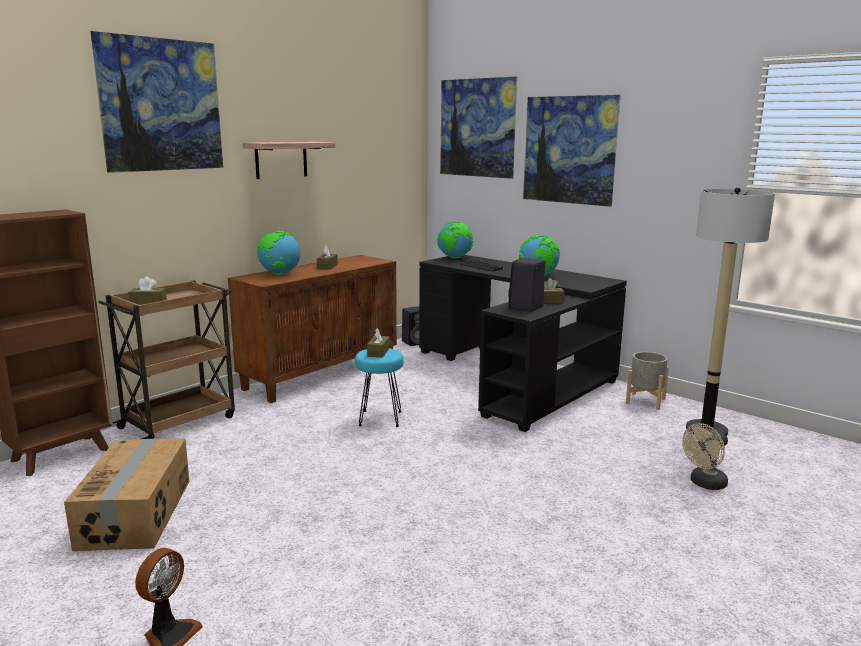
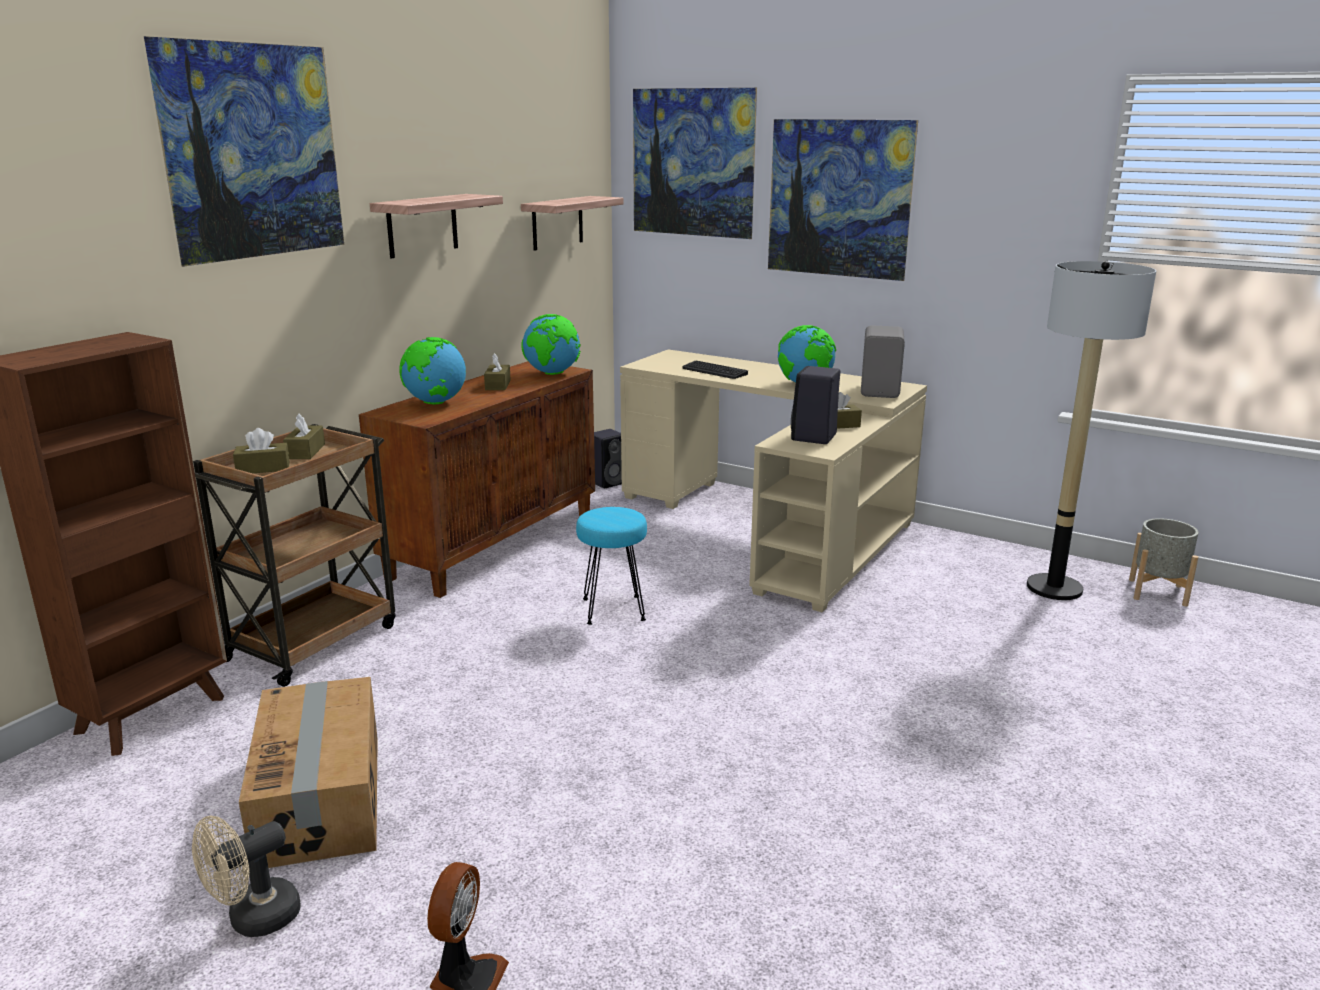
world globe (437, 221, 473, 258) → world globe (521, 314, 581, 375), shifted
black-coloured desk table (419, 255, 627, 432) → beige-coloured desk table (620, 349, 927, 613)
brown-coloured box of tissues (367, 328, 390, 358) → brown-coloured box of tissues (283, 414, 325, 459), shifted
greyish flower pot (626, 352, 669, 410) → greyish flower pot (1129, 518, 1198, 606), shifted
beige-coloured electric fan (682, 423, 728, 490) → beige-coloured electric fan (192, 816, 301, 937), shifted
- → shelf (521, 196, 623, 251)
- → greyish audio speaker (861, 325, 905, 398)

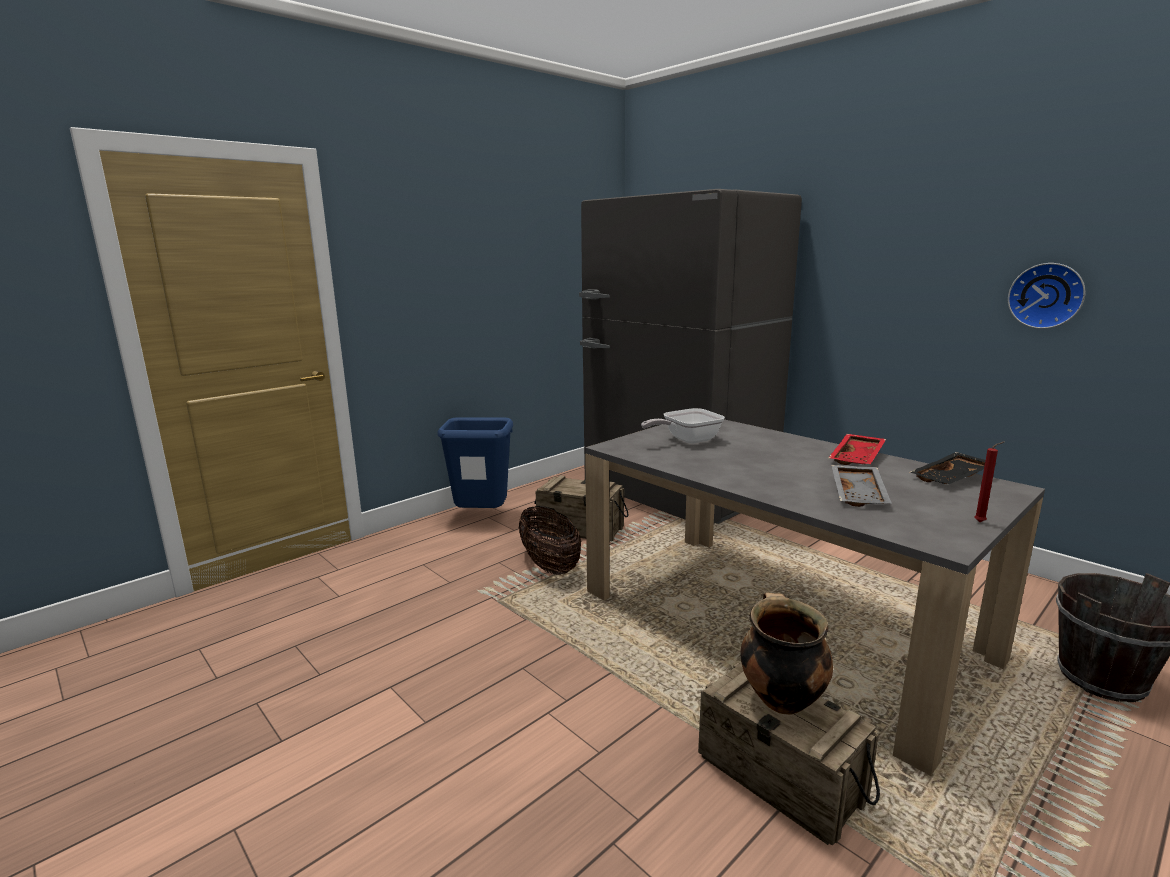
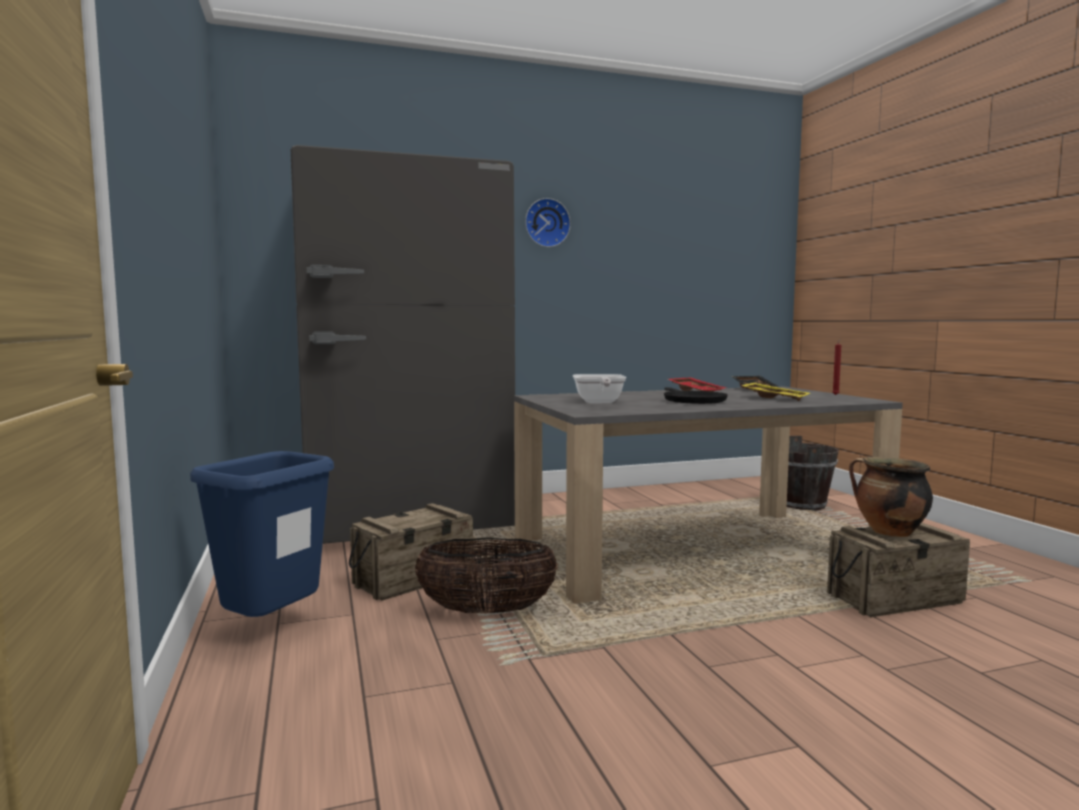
clock on the wall (1008, 263, 1085, 329) → clock on the wall (525, 198, 571, 247), shifted
greyish serving tray (831, 465, 892, 507) → yellow-coloured serving tray (741, 383, 810, 401)
- → black-coloured frying pan (664, 387, 728, 404)

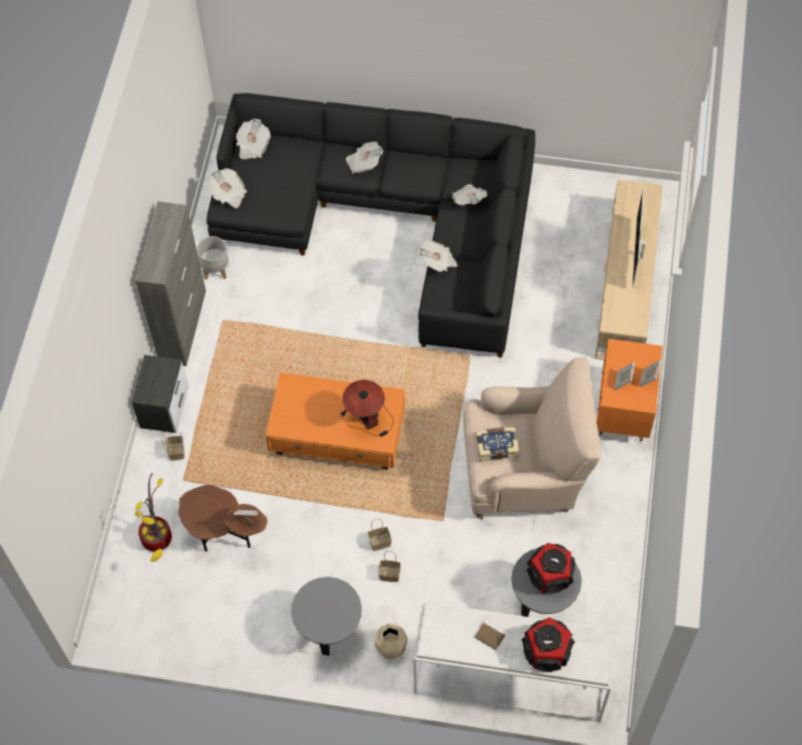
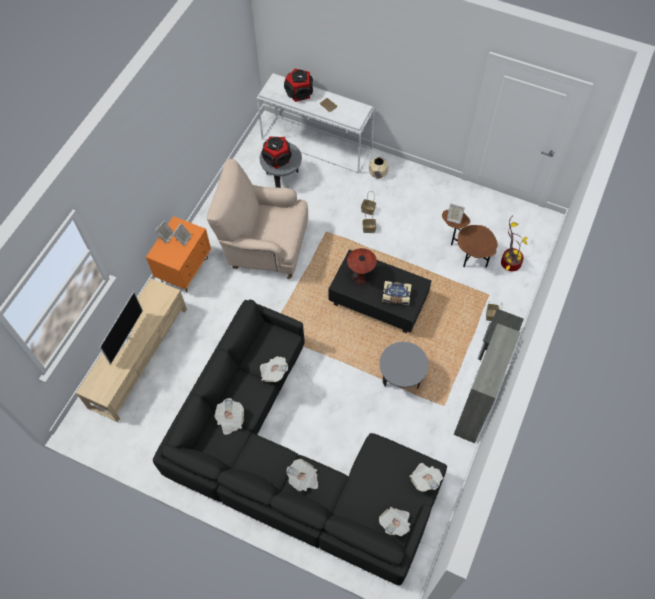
greyish flower pot (197, 236, 228, 280) → -
orange-coloured coffee table (265, 372, 405, 470) → black-coloured coffee table (328, 250, 431, 333)
volume (476, 427, 519, 461) → volume (382, 281, 412, 305), shifted
greyish side table (291, 577, 362, 656) → greyish side table (379, 342, 429, 389), shifted

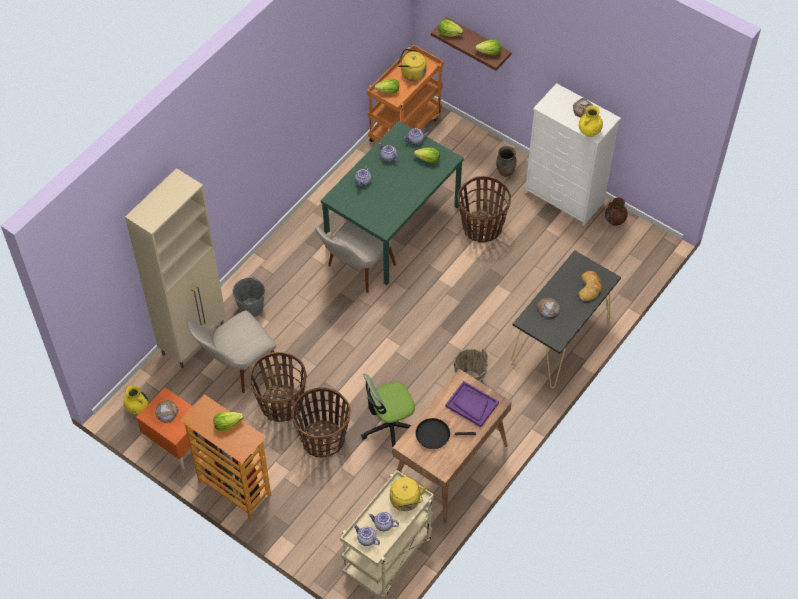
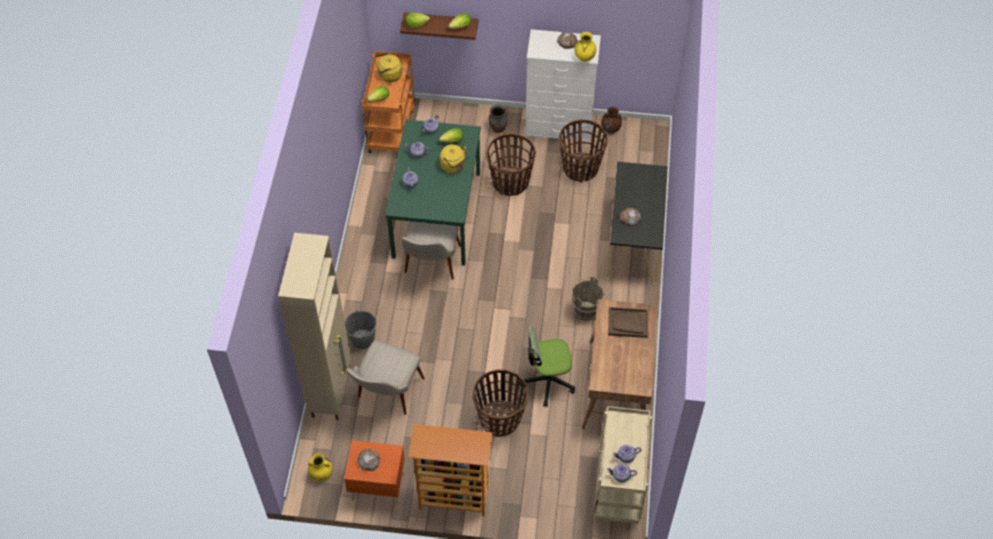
bakery bread (578, 271, 602, 301) → -
basket (249, 352, 307, 422) → basket (559, 120, 608, 183), shifted
office chair (361, 374, 415, 448) → office chair (519, 325, 575, 407), 45 degrees clockwise
purple-coloured serving tray (445, 381, 499, 427) → brown-coloured serving tray (608, 307, 648, 338)
lettuce head (213, 412, 244, 431) → -
black-coloured frying pan (415, 418, 476, 449) → -
yellow-coloured tea kettle (390, 477, 427, 511) → yellow-coloured tea kettle (440, 144, 470, 173), shifted

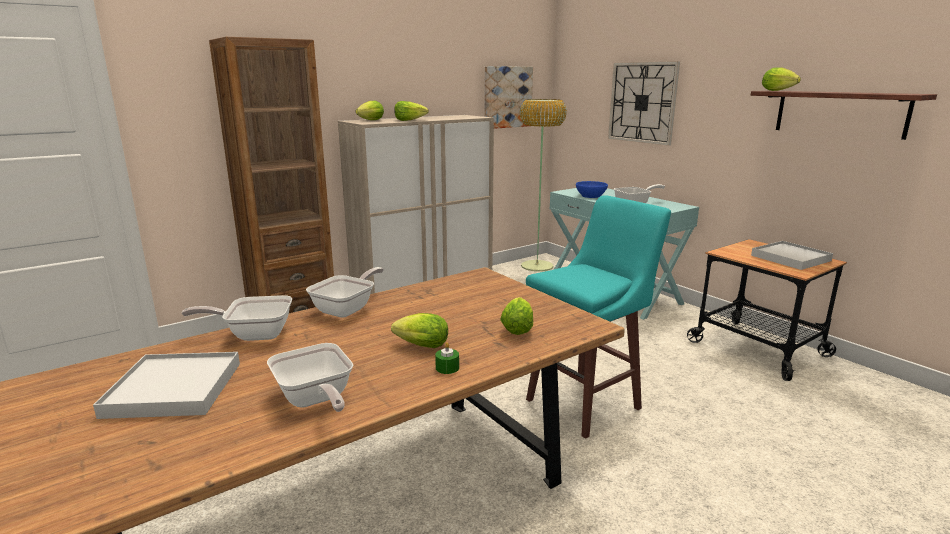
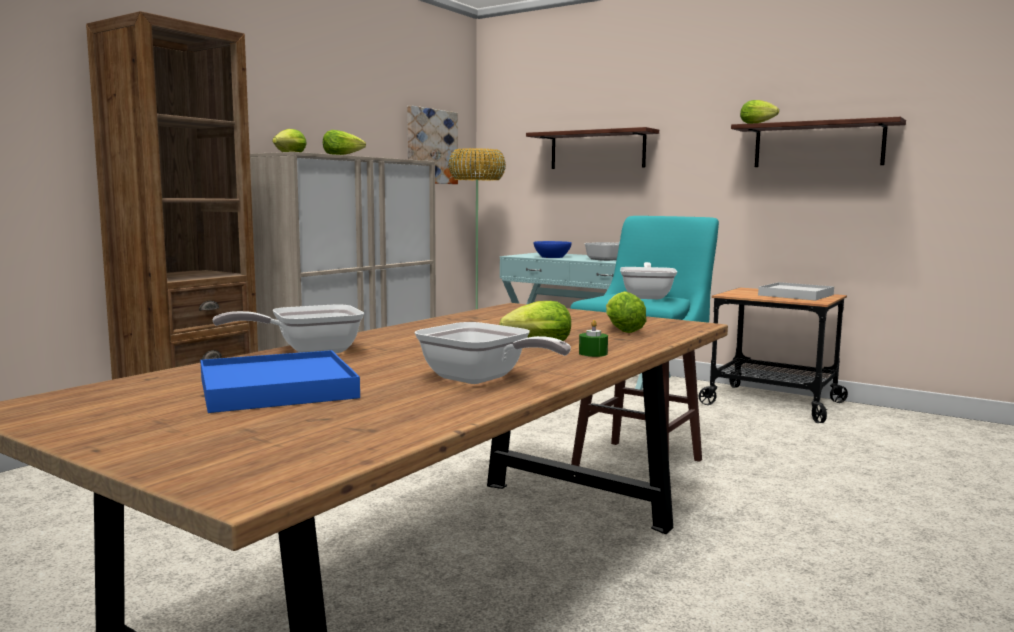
clock on the wall (608, 61, 680, 146) → shelf (526, 127, 659, 169)
frying pan (306, 267, 384, 318) → frying pan (620, 262, 677, 299), shifted
whitish serving tray (93, 352, 240, 419) → blue-coloured serving tray (200, 350, 360, 413)

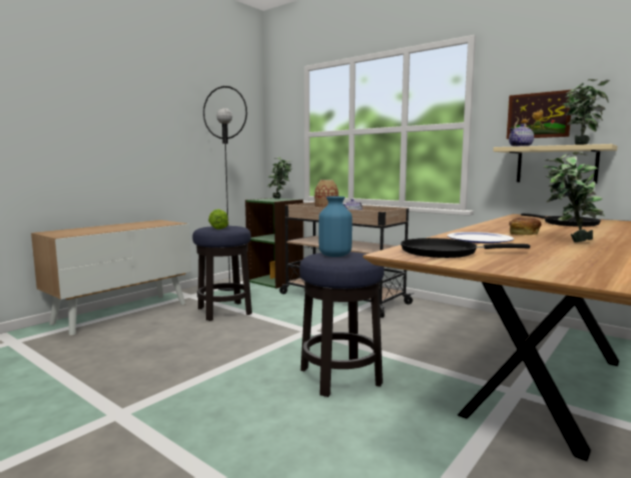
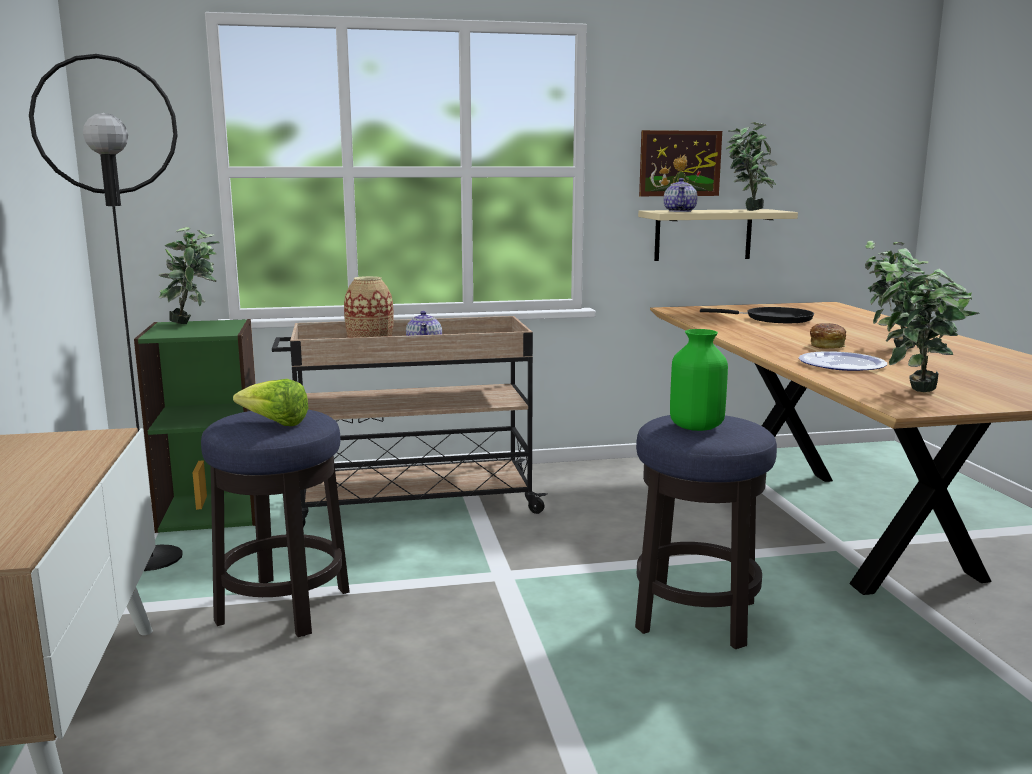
blue-coloured decorative vase (319, 196, 352, 257) → green decorative vase (670, 329, 728, 431)
black-coloured frying pan (401, 238, 530, 258) → plant in a pot (880, 261, 980, 392)

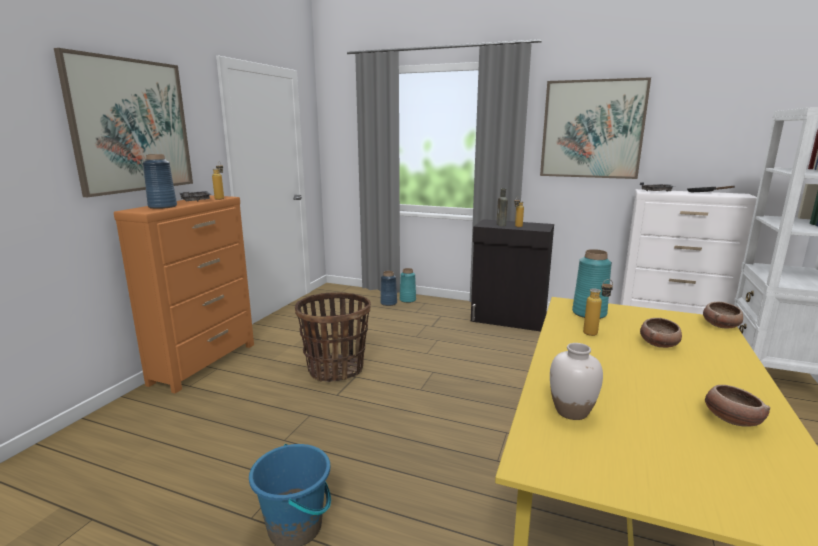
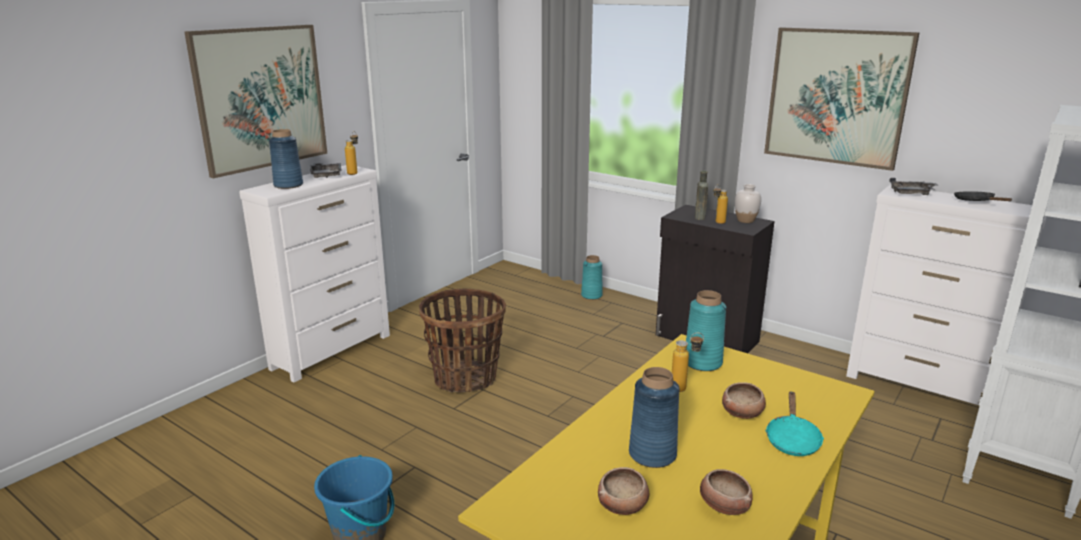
orange-coloured drawer chest (114, 195, 254, 393) → whitish drawer chest (239, 165, 390, 382)
blue-coloured decorative vase (380, 271, 397, 306) → blue-coloured decorative vase (629, 367, 680, 468), shifted
serving bowl (703, 302, 743, 329) → serving bowl (598, 467, 649, 515), shifted
whitish decorative vase (550, 343, 603, 420) → whitish decorative vase (735, 184, 761, 223), shifted
- → turquoise frying pan (765, 391, 824, 456)

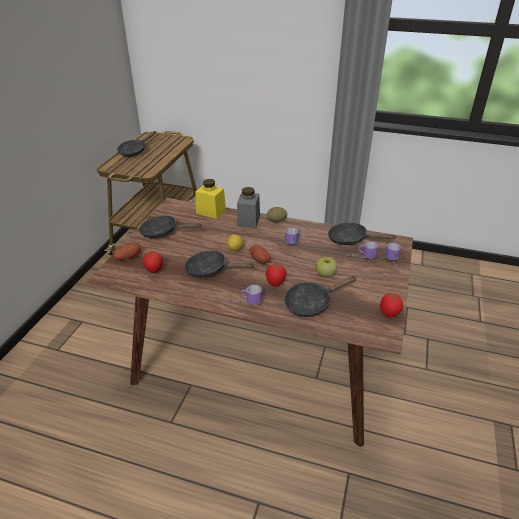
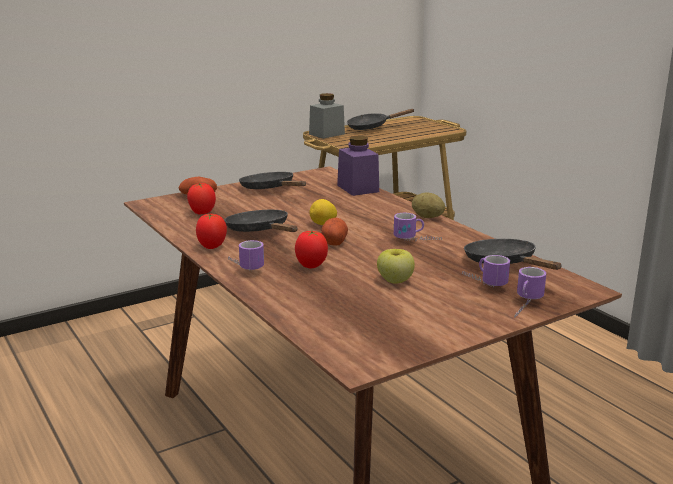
yellow-coloured preserve jar (195, 179, 226, 219) → purple-coloured preserve jar (337, 136, 379, 196)
greyish preserve jar (237, 187, 260, 228) → greyish preserve jar (309, 93, 345, 139), shifted
black-coloured frying pan (284, 276, 357, 317) → -
whole tomato (380, 293, 403, 318) → whole tomato (196, 214, 227, 249), shifted

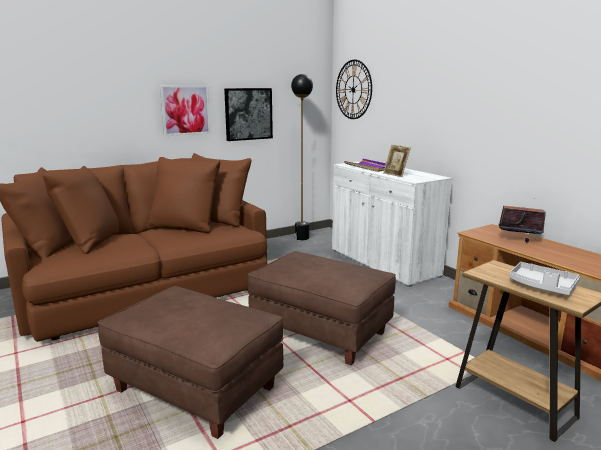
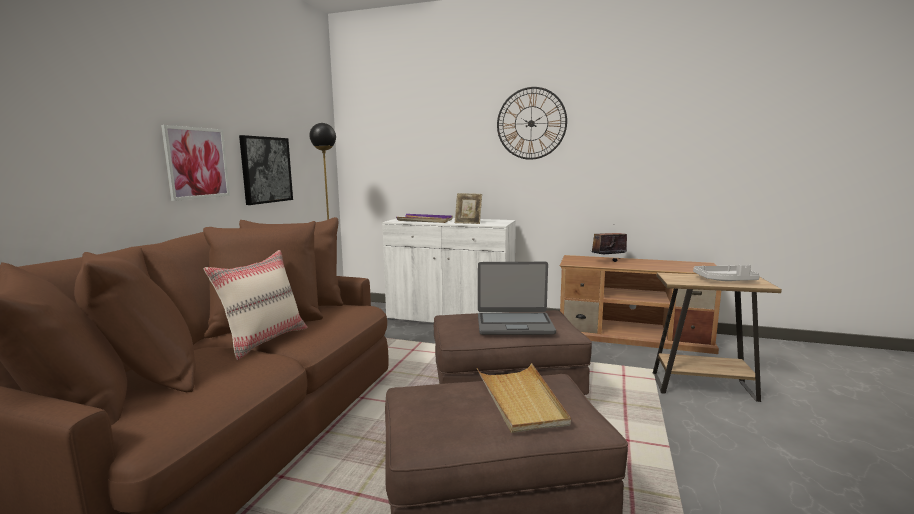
clock on the wall (336, 60, 372, 119) → clock on the wall (497, 87, 567, 160), shifted
- → beige-coloured cushion (204, 250, 307, 360)
- → laptop (478, 262, 556, 335)
- → beige-coloured serving tray (477, 363, 571, 433)

